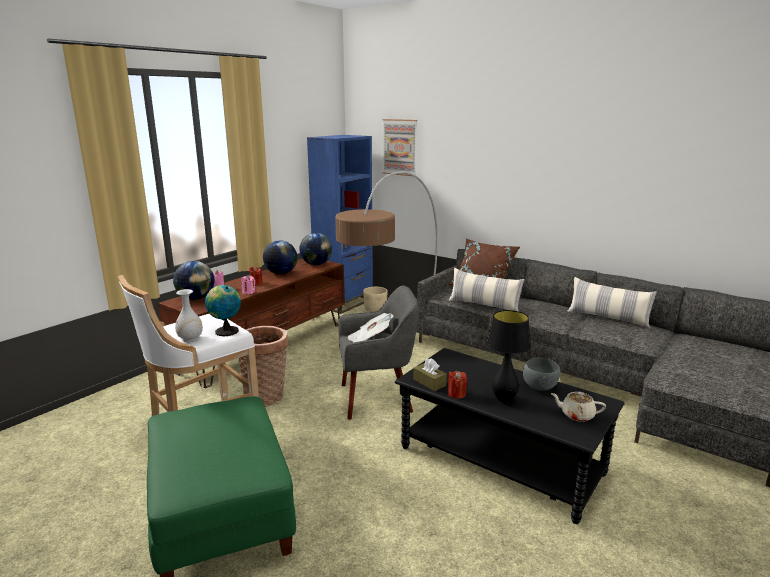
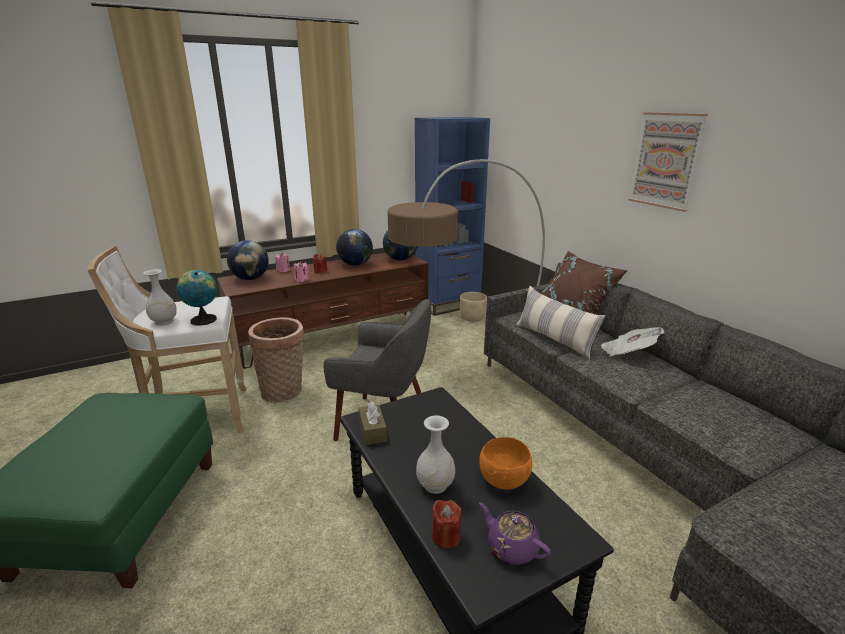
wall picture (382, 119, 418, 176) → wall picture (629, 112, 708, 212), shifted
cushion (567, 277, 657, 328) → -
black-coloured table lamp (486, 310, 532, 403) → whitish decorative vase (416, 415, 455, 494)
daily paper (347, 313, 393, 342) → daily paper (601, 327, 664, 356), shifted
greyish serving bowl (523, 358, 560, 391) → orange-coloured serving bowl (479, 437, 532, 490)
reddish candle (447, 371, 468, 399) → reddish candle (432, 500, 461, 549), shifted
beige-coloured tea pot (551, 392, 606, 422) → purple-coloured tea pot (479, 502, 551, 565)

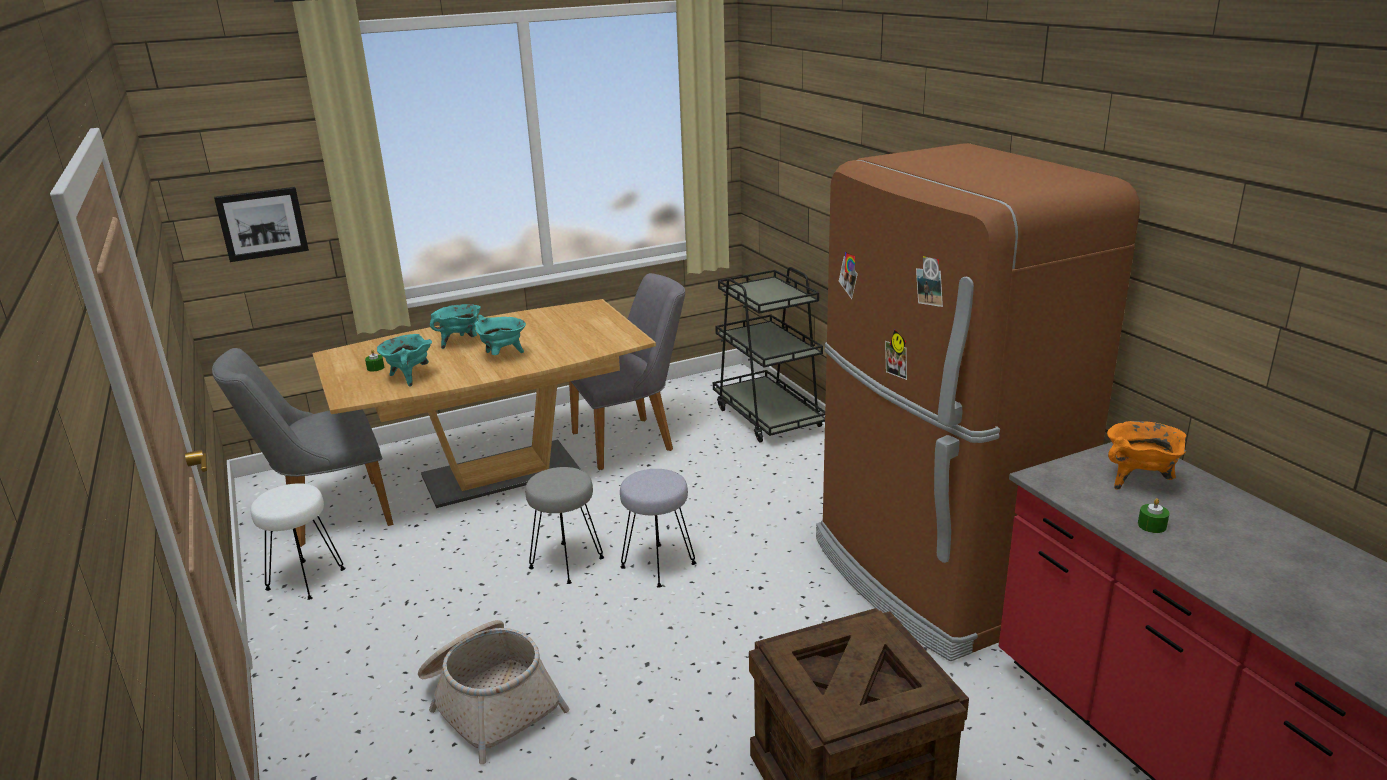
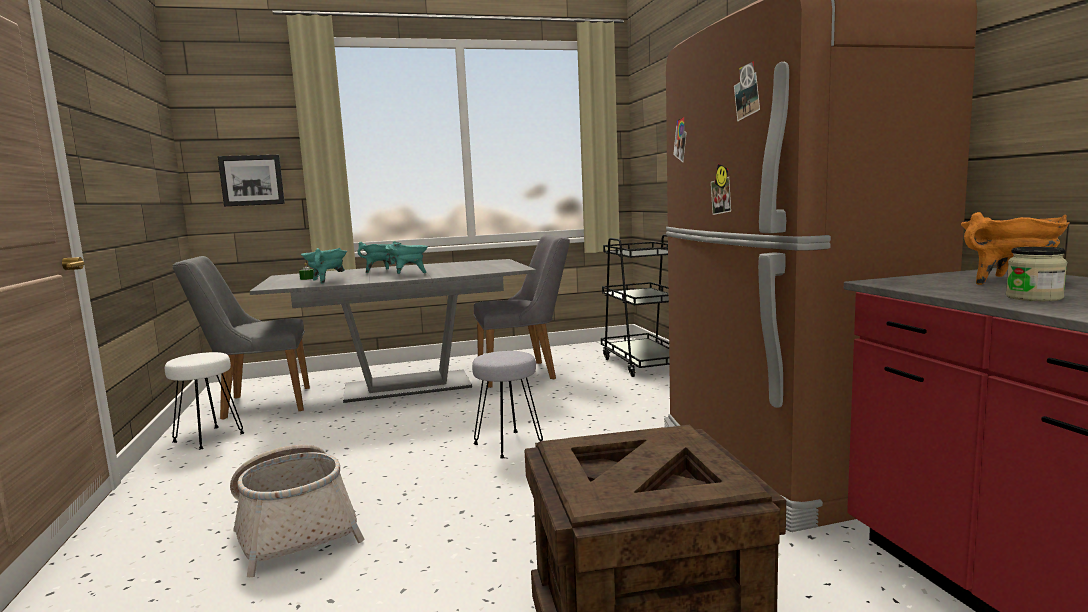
brown-coloured dining table (312, 299, 656, 508) → greyish dining table (249, 259, 536, 403)
greyish sitting stool (525, 467, 604, 584) → -
green candle (1138, 498, 1170, 533) → preserve jar (1006, 247, 1067, 301)

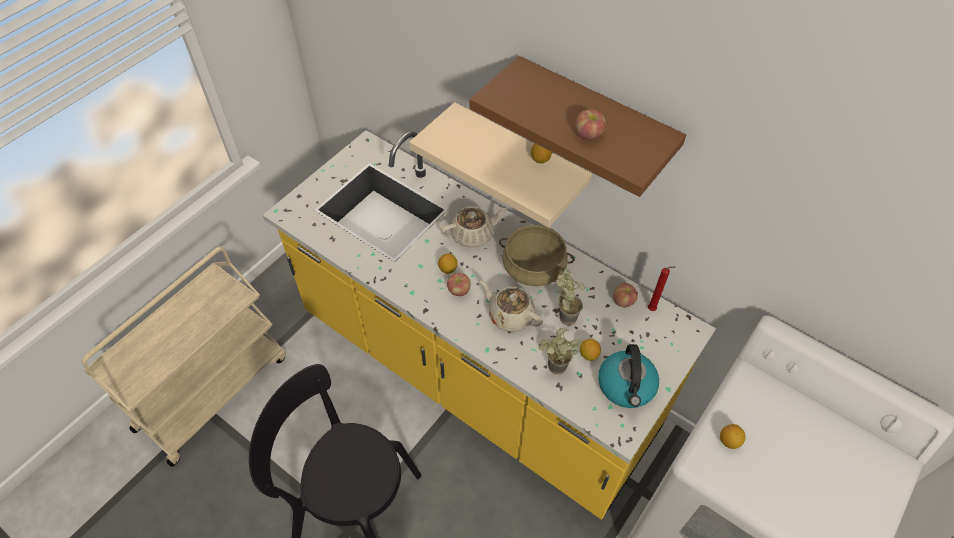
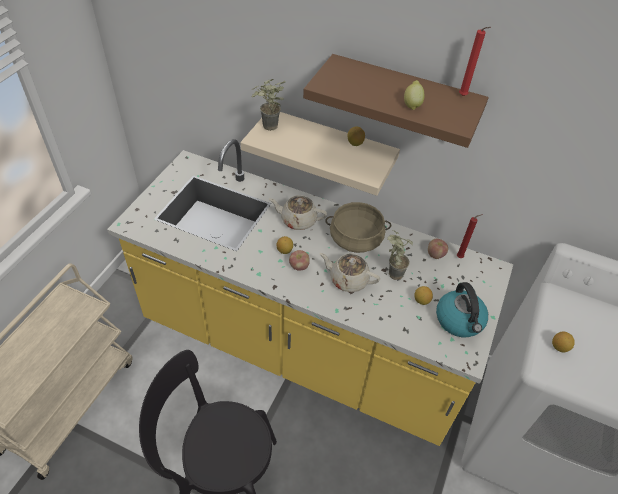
whole apple (575, 109, 606, 140) → lemon (404, 80, 424, 110)
beige-coloured tea pot (441, 206, 507, 248) → beige-coloured tea pot (269, 195, 327, 230), 135 degrees counterclockwise
plant in a pot (538, 328, 583, 374) → plant in a pot (251, 79, 286, 131), shifted
- → reddish candle (459, 27, 491, 96)

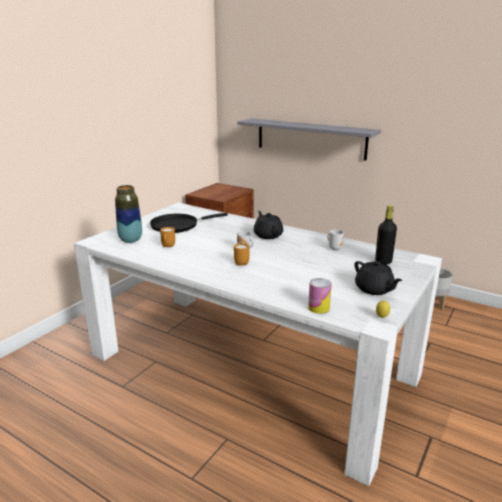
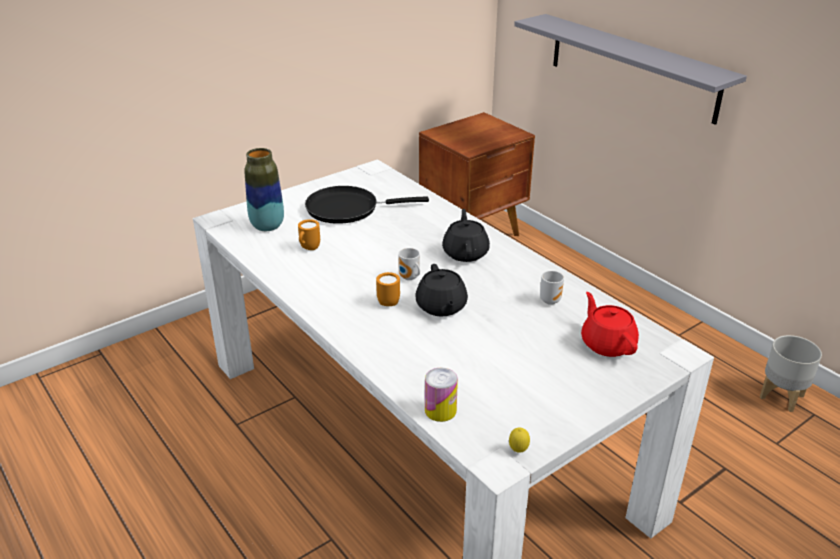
black-coloured bottle (375, 205, 397, 265) → reddish tea pot (581, 292, 639, 357)
black-coloured tea pot (355, 261, 403, 295) → black-coloured tea pot (415, 264, 468, 317), shifted

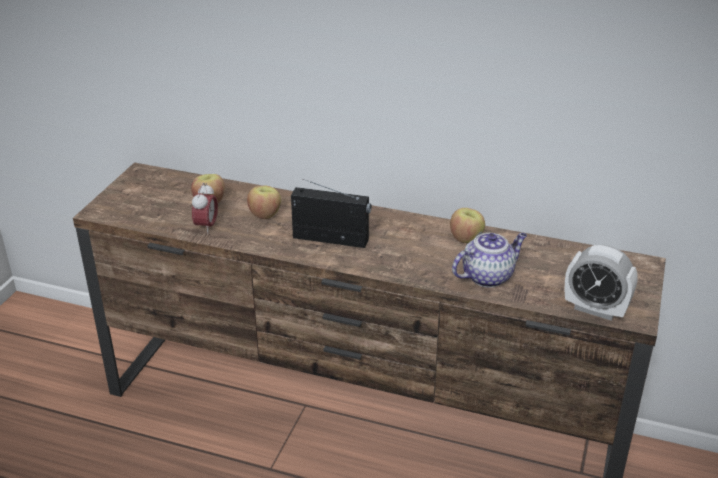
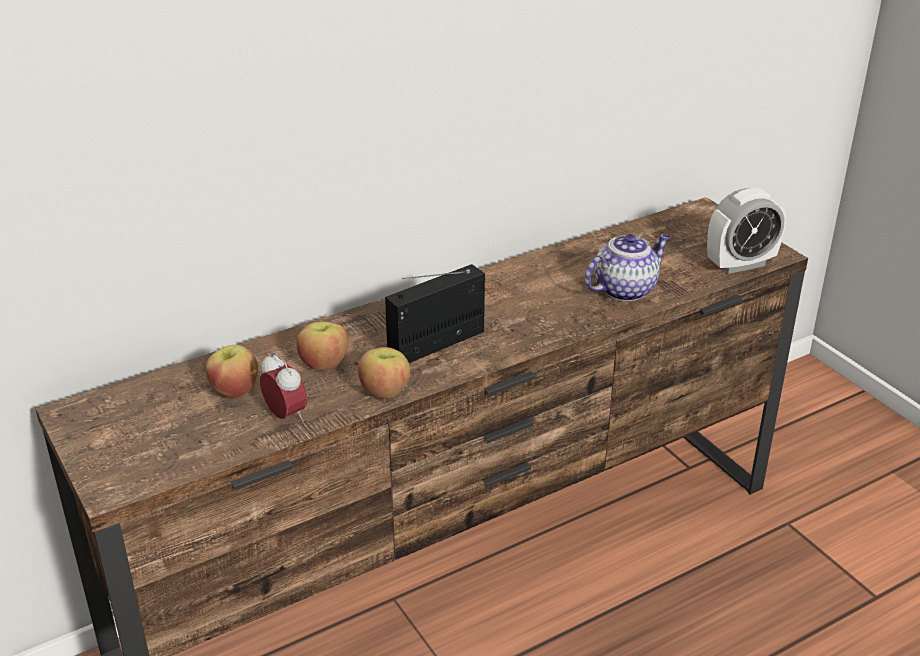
whole apple (450, 208, 485, 243) → whole apple (358, 347, 410, 399), shifted
tea pot (452, 233, 527, 287) → tea pot (584, 234, 670, 301), 45 degrees clockwise

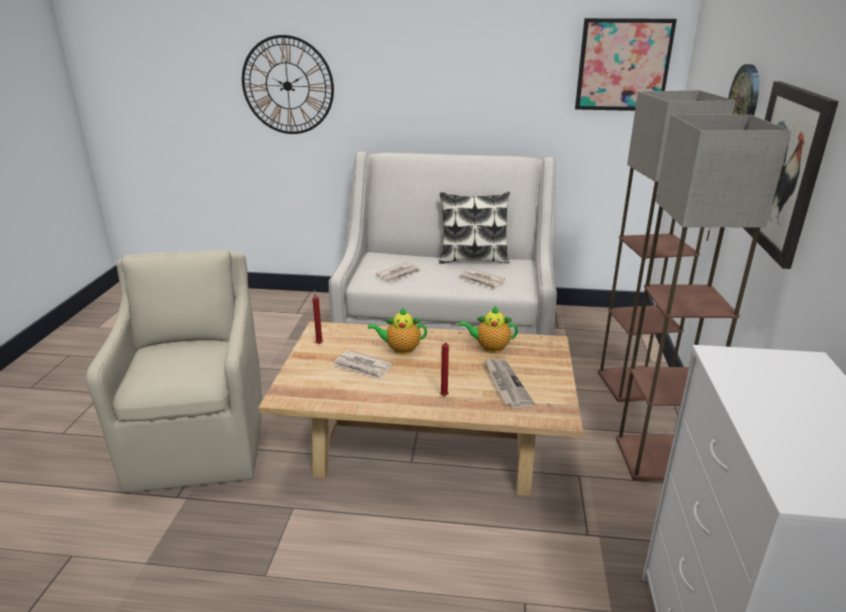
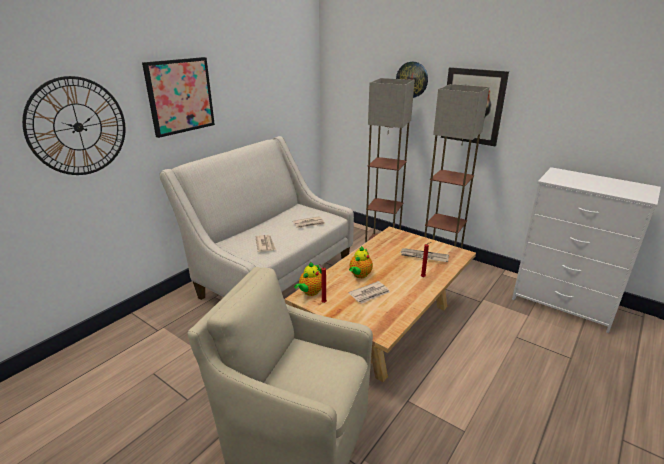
wall picture (575, 18, 677, 111) → wall picture (142, 57, 215, 138), shifted
cushion (439, 192, 510, 264) → -
tea pot (459, 306, 518, 353) → tea pot (294, 262, 322, 296), shifted

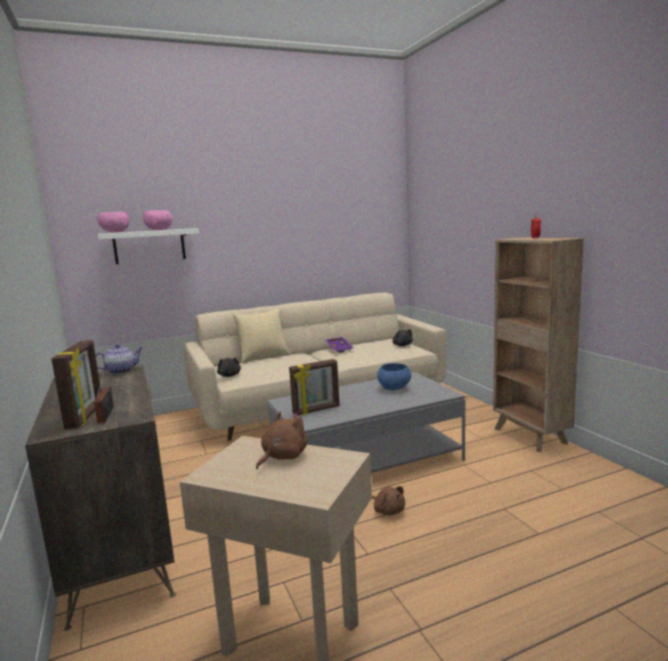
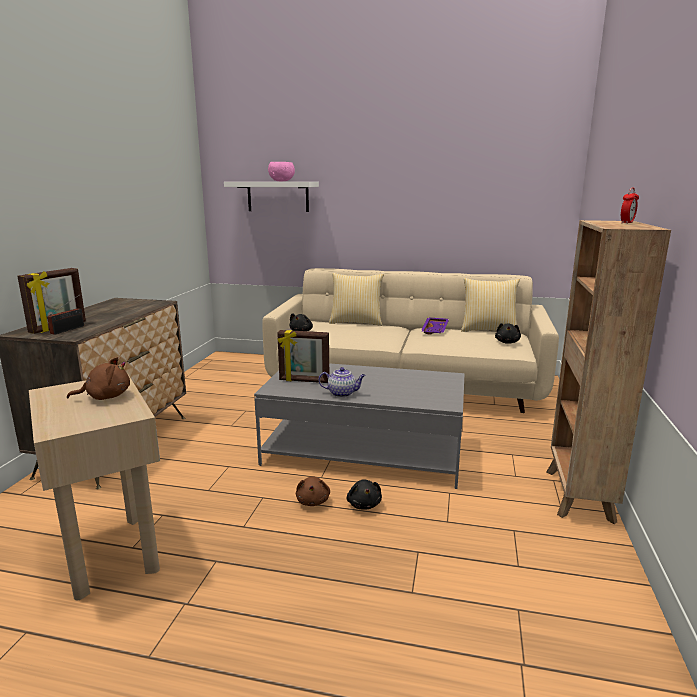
pink-coloured serving bowl (97, 212, 129, 232) → -
tea pot (95, 344, 143, 374) → tea pot (318, 367, 366, 397), shifted
blue-coloured serving bowl (377, 363, 411, 390) → -
- → cushion (461, 278, 520, 332)
- → black-coloured cuddly toy (347, 479, 382, 510)

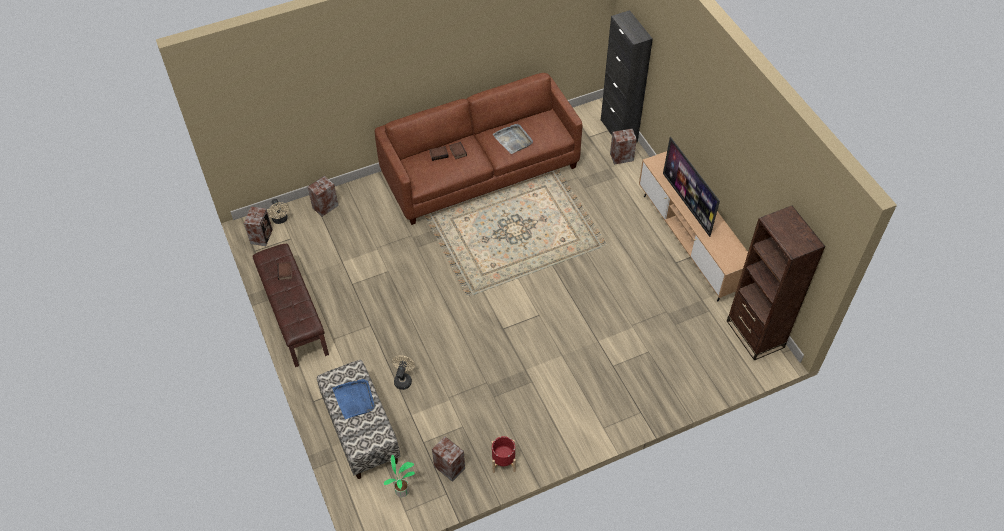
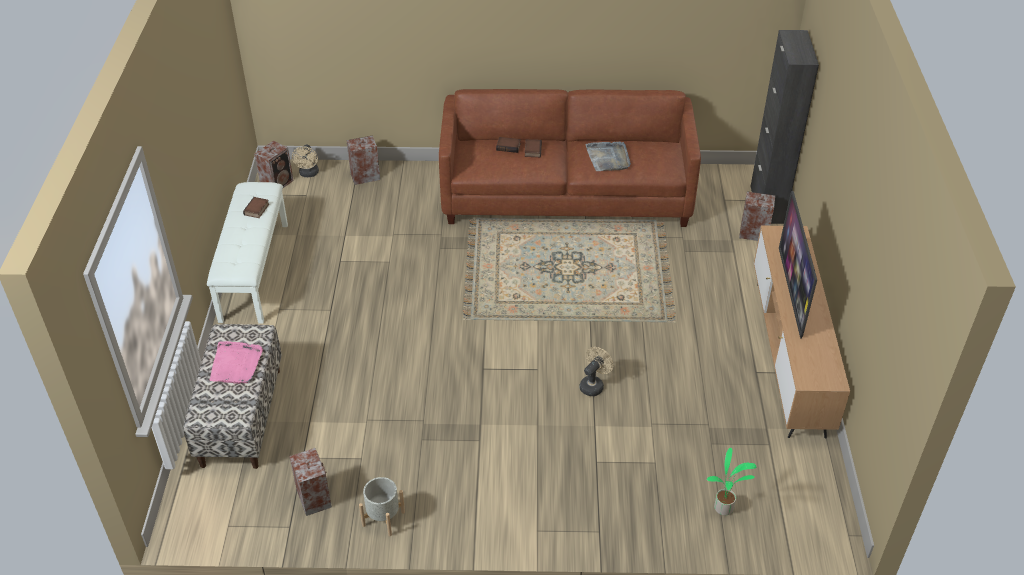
brown-coloured bookshelf (727, 206, 825, 361) → -
brown-coloured indoor bench (252, 244, 329, 367) → whitish indoor bench (207, 182, 288, 324)
beige-coloured electric fan (392, 355, 415, 390) → beige-coloured electric fan (580, 347, 613, 396), shifted
blue-coloured serving tray (332, 379, 375, 419) → pink-coloured serving tray (209, 341, 263, 384)
reddish flower pot (491, 436, 516, 473) → greyish flower pot (359, 477, 405, 536)
plant in a pot (384, 455, 415, 497) → plant in a pot (707, 448, 756, 515), shifted

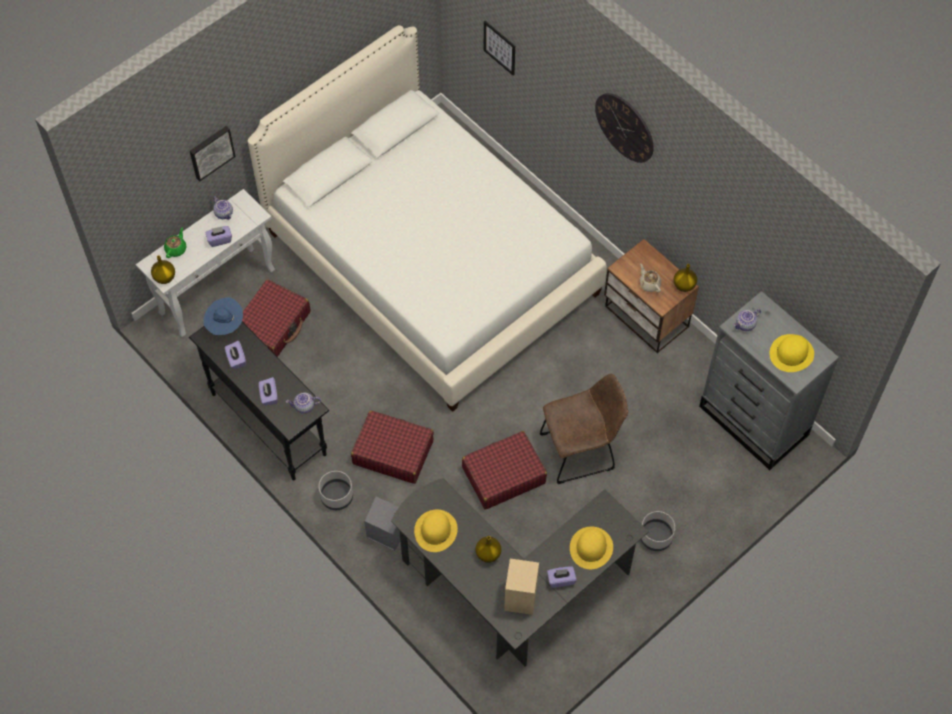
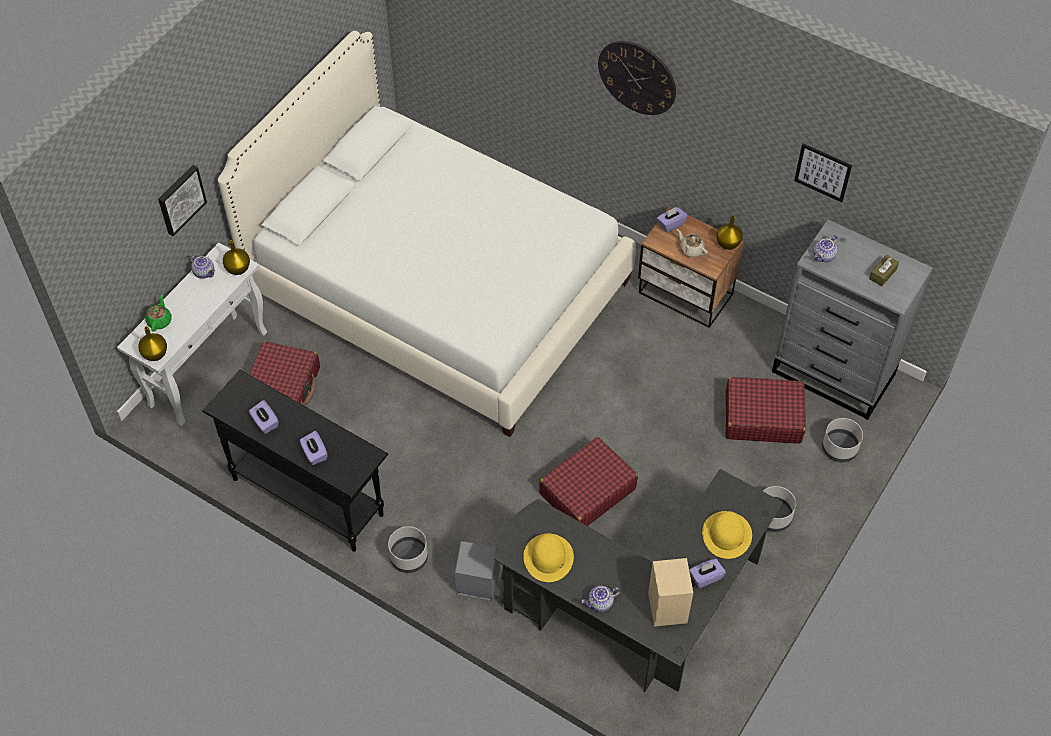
wall picture (484, 21, 515, 76) → wall picture (794, 143, 852, 202), shifted
purple-coloured box of tissues (205, 226, 232, 247) → purple-coloured box of tissues (657, 207, 688, 233), shifted
blue-coloured clothing hat (204, 298, 243, 335) → -
yellow-coloured clothing hat (769, 334, 814, 372) → brown-coloured box of tissues (869, 255, 899, 287)
brown-coloured upright chair (540, 374, 628, 484) → -
tea pot (286, 393, 321, 414) → tea pot (581, 586, 621, 612), shifted
reddish piece of luggage (351, 411, 434, 484) → reddish piece of luggage (726, 377, 806, 444), shifted
yellow-coloured decorative vase (475, 536, 502, 563) → yellow-coloured decorative vase (223, 240, 250, 275), shifted
- → greyish flower pot (822, 418, 863, 462)

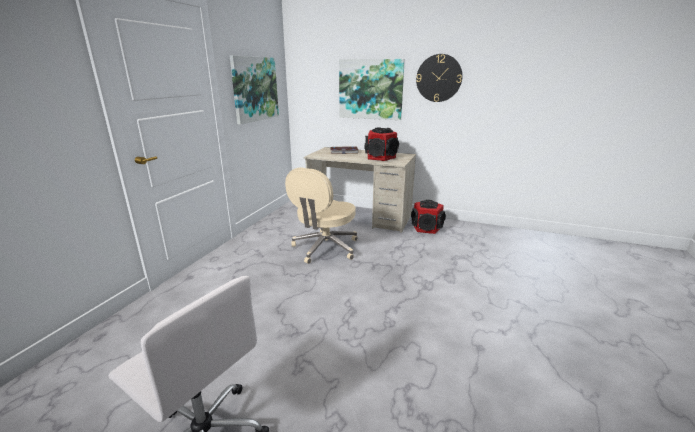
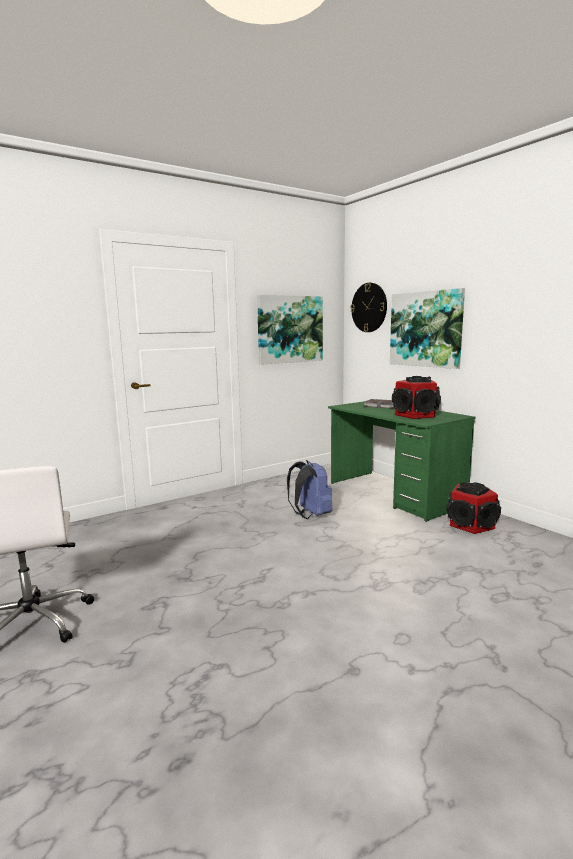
clock on the wall (416, 54, 463, 102) → clock on the wall (351, 283, 387, 332), shifted
beige-coloured desk table (304, 147, 416, 233) → green desk table (328, 401, 476, 522)
beige-coloured office chair (285, 168, 358, 264) → blue-coloured backpack (287, 460, 333, 519)

